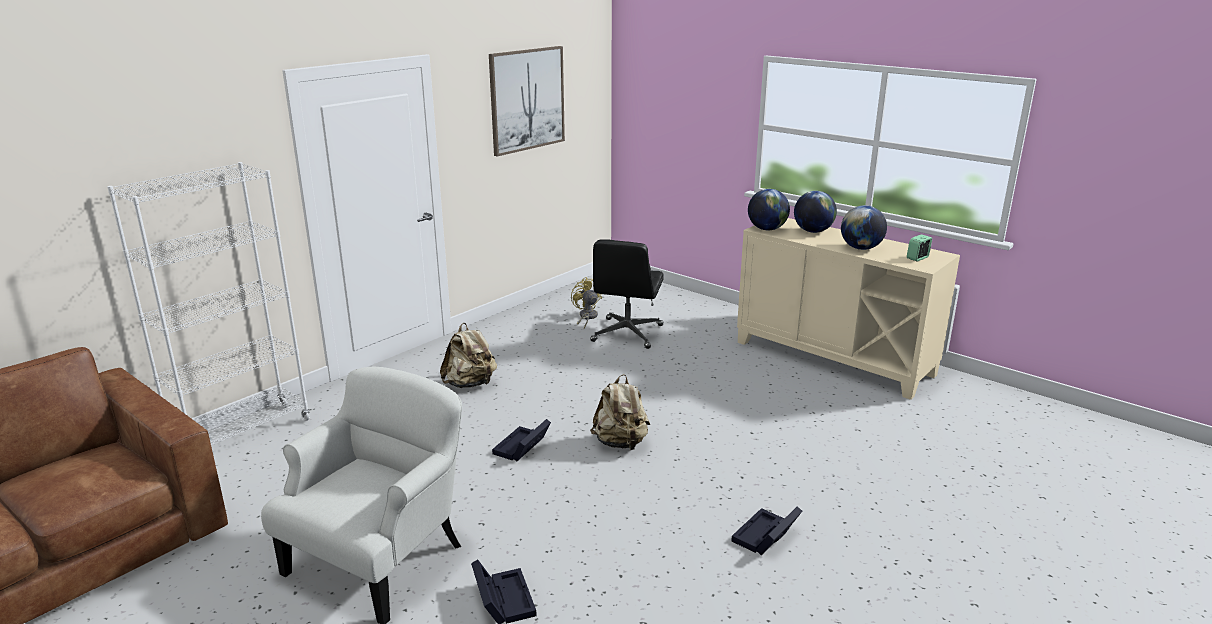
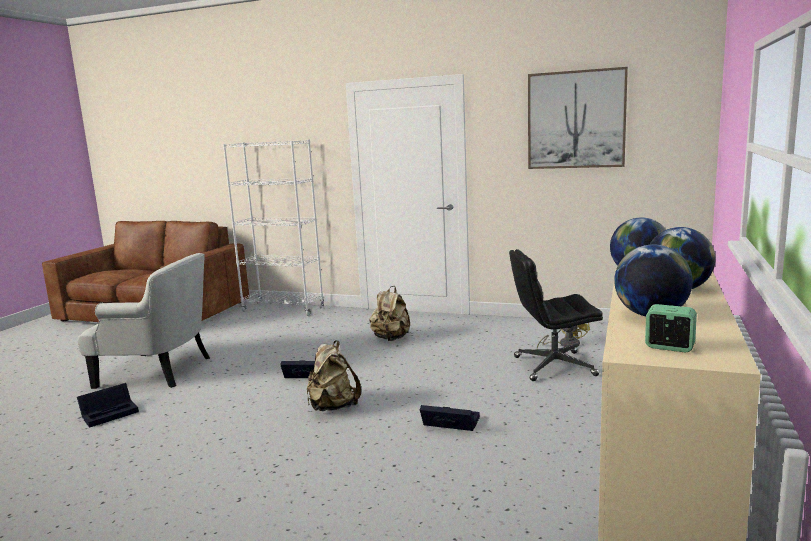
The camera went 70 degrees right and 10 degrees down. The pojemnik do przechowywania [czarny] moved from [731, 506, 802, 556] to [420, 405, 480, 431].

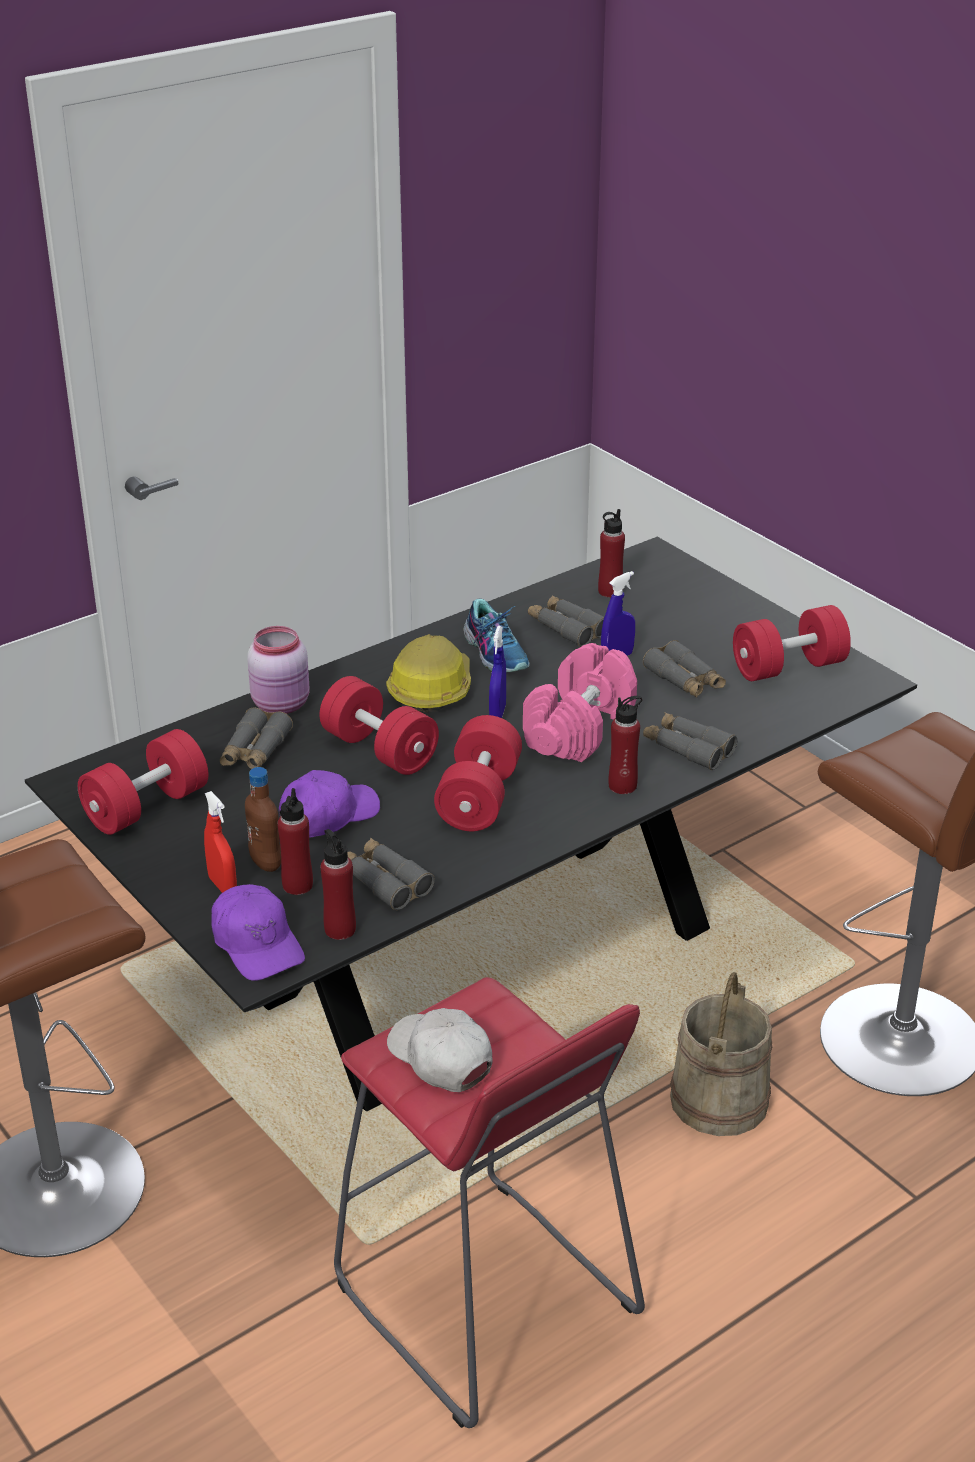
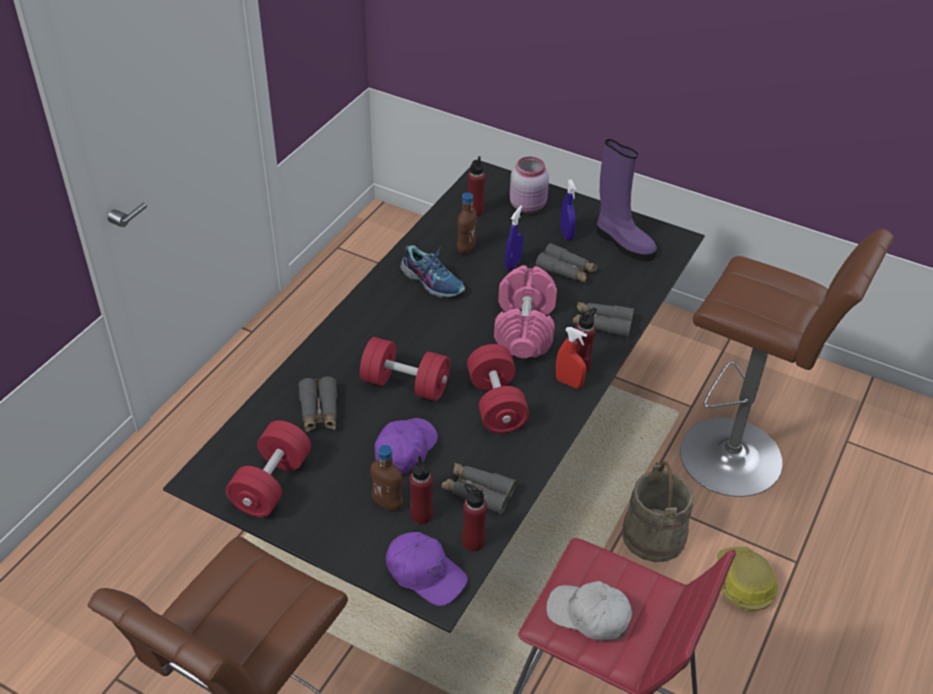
The camera went 25 degrees left and 10 degrees up. The lornetka [szary] at [528, 596, 604, 647] was replaced by the butelka [brązowy] at [457, 192, 477, 254]. The słoik [różowy] moved from [247, 626, 310, 714] to [510, 157, 549, 213]. The spryskiwacz [czerwony] moved from [204, 791, 237, 893] to [556, 327, 587, 389]. The spryskiwacz [niebieski] moved from [489, 626, 506, 718] to [560, 179, 577, 240]. The hantel [czerwony] at [733, 605, 851, 681] was replaced by the but z cholewką [fioletowy] at [597, 139, 657, 262]. The kask moved from [386, 634, 471, 713] to [717, 546, 778, 611].

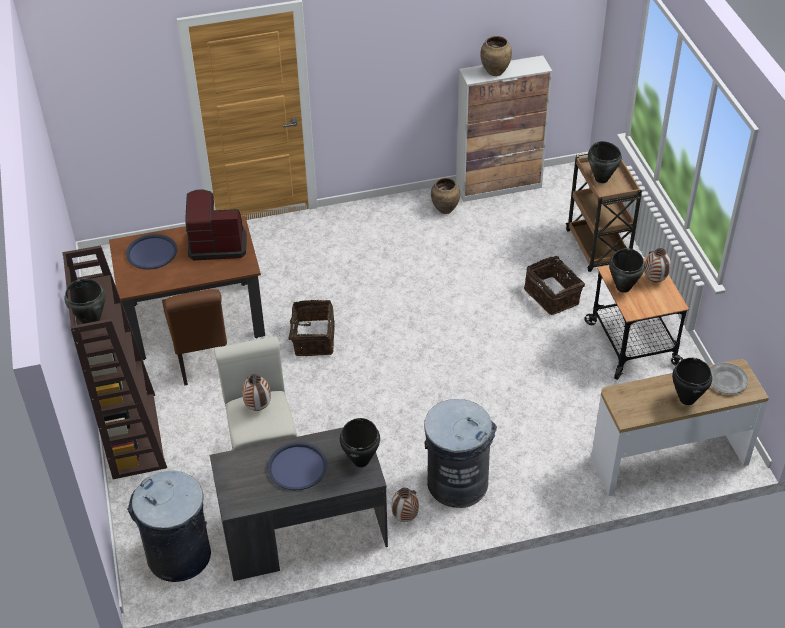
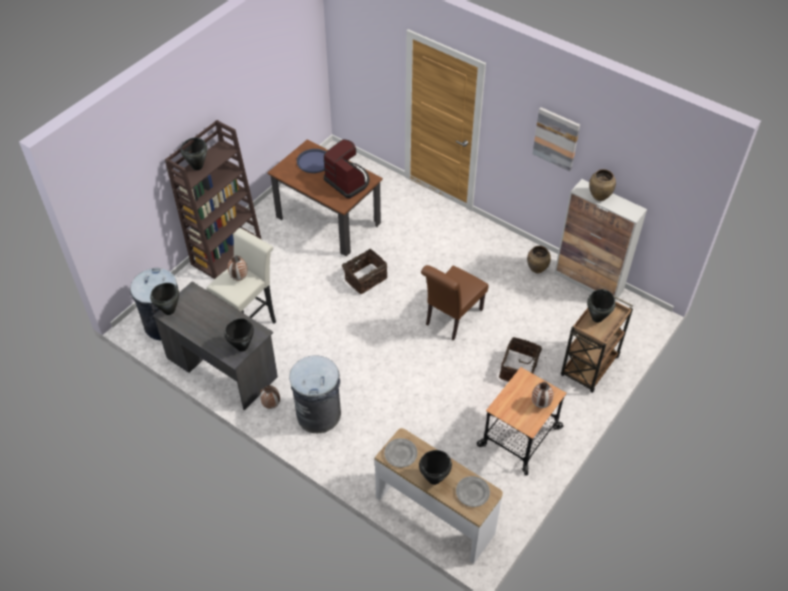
The camera went 50 degrees right and 5 degrees up. The garnek [czarny] moved from [609, 248, 645, 293] to [150, 283, 179, 315]. The talerz [szary] at [384, 438, 417, 467] appeared. The krzesło [brązowy] moved from [162, 289, 227, 386] to [421, 265, 489, 341]. The obraz at [532, 107, 580, 172] appeared. The taca [niebieski] at [267, 442, 327, 490] disappeared.

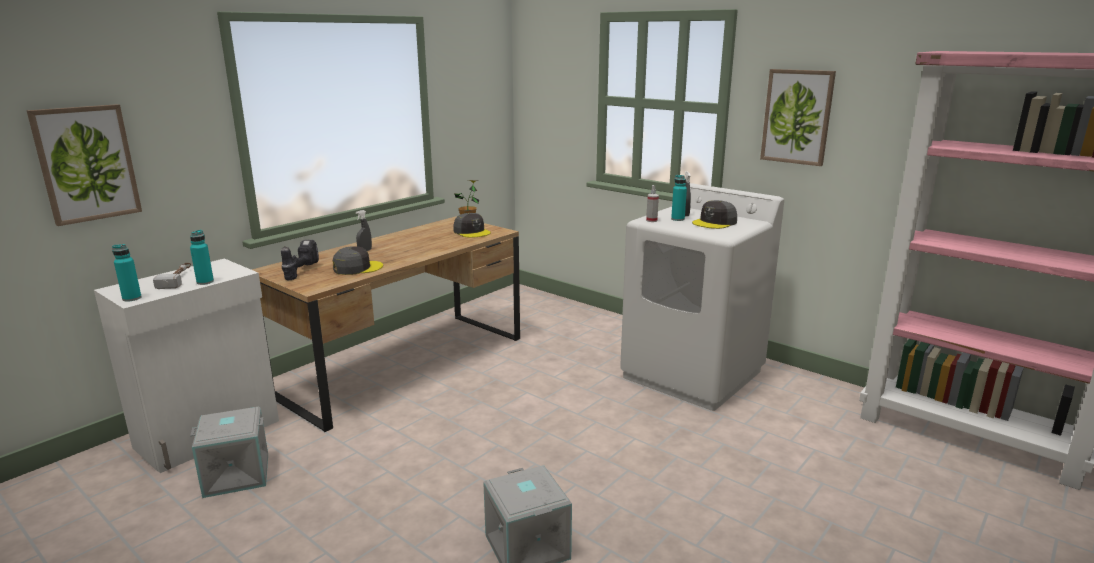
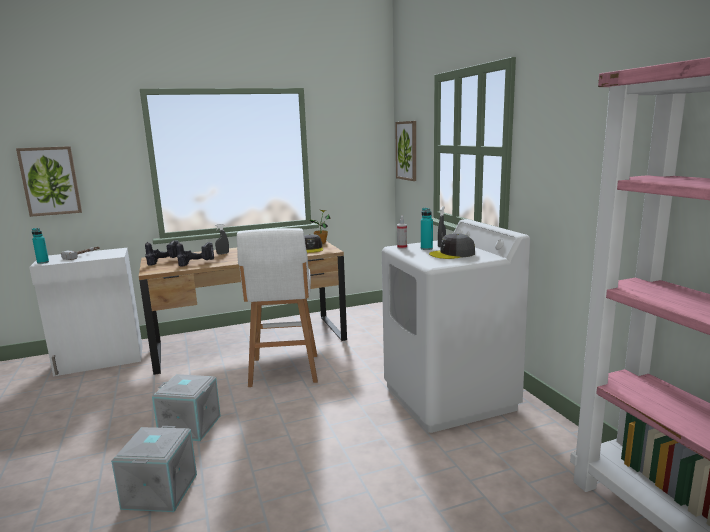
The camera went 30 degrees right and 5 degrees down. The pojemnik do przechowywania [szary] moved from [190, 407, 268, 498] to [152, 374, 221, 441]. The czapka z daszkiem [szary] at [333, 246, 383, 275] was replaced by the wiertarka at [176, 242, 214, 267]. The stołek [biały] at [237, 228, 318, 387] appeared. The obraz moved from [760, 69, 836, 166] to [395, 121, 416, 181]. The butelka [turkusowy] at [190, 230, 214, 285] disappeared.

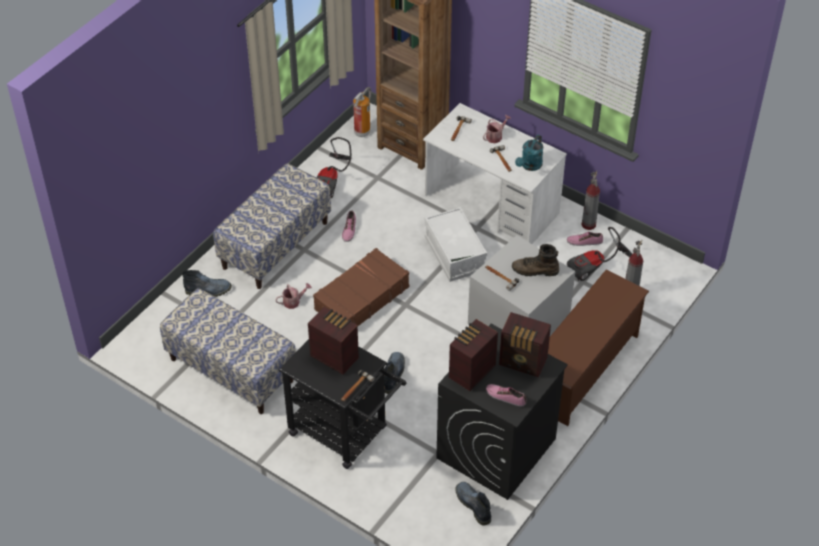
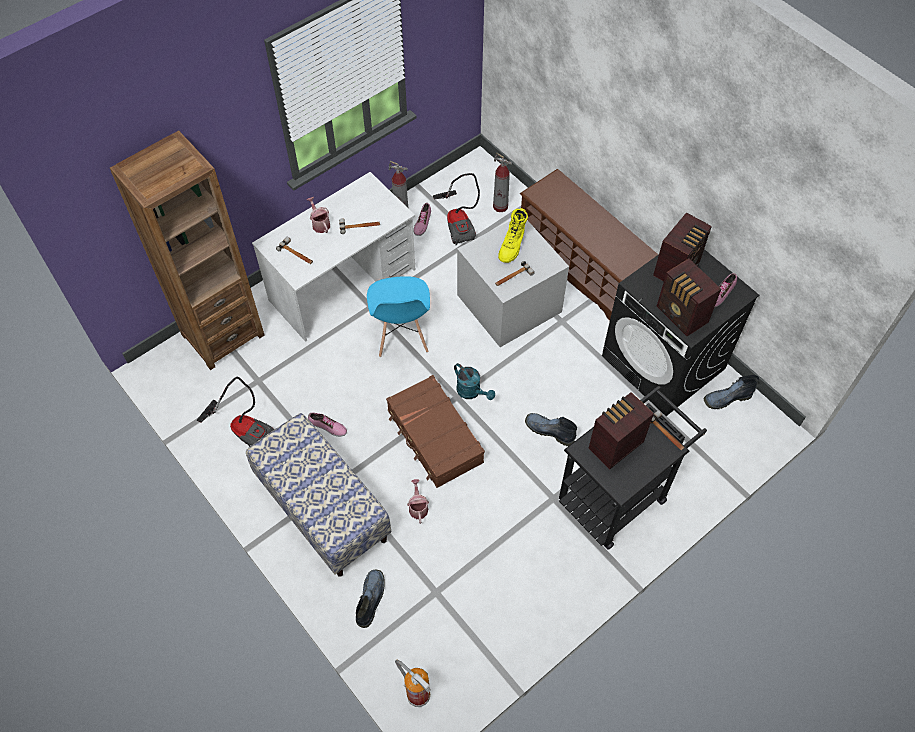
The camera went 75 degrees left and 10 degrees up. The pojemnik do przechowywania [biały] at [425, 207, 487, 282] was replaced by the krzesło [niebieski] at [367, 276, 430, 357]. The gaśnica moved from [353, 87, 371, 137] to [395, 660, 431, 707]. The konewka [turkusowy] moved from [515, 135, 543, 171] to [454, 363, 495, 400]. The but z cholewką [brązowy] at [512, 244, 559, 276] became the but z cholewką [żółty] at [498, 208, 528, 263]. The ławka at [160, 288, 296, 414] disappeared.

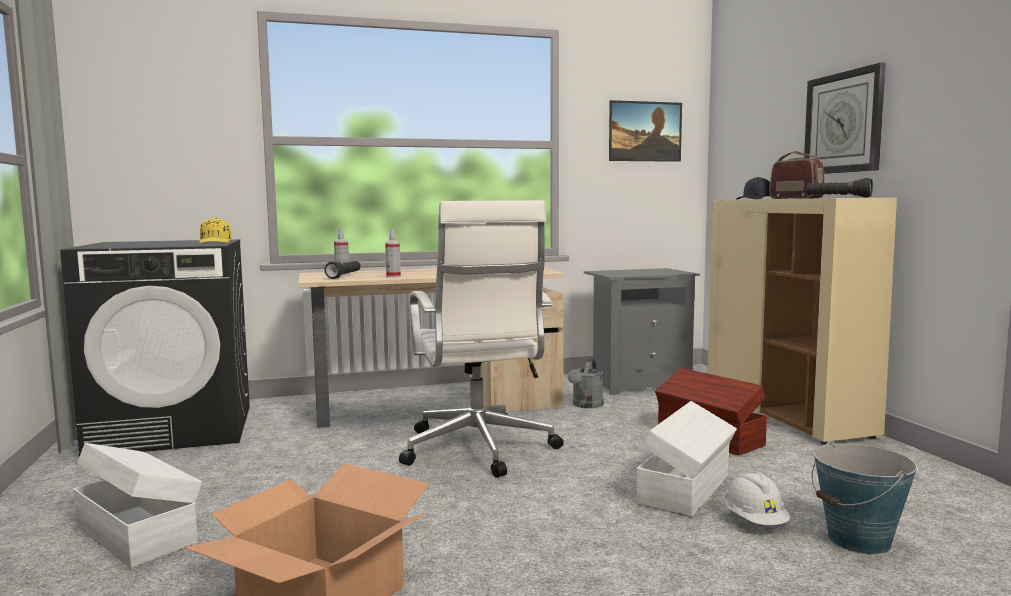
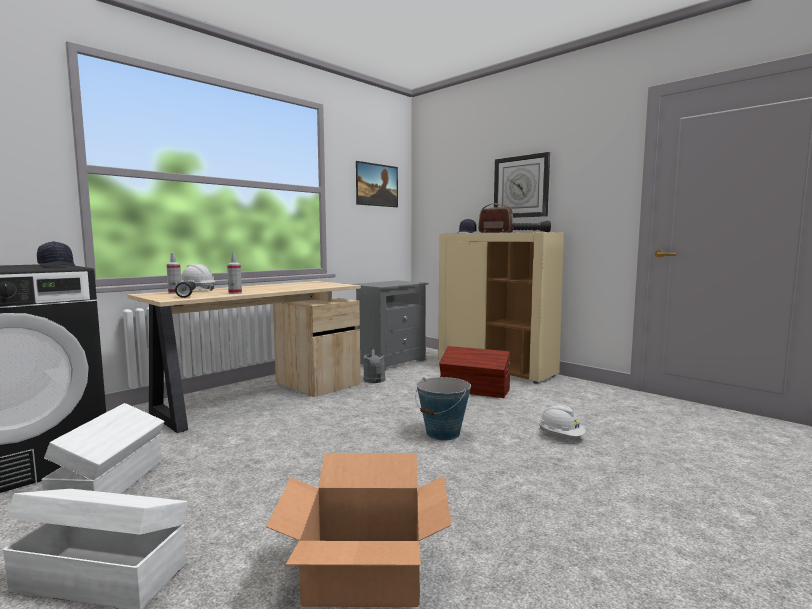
The camera went 30 degrees left and 0 degrees up. The czapka z daszkiem [żółty] at [199, 218, 231, 243] became the czapka z daszkiem [czarny] at [37, 241, 75, 267]. The pojemnik do przechowywania [biały] moved from [636, 401, 737, 517] to [41, 403, 165, 494]. The kask [biały] at [181, 264, 215, 291] appeared. The wiadro moved from [811, 440, 917, 555] to [415, 377, 471, 441]. The krzesło biurowe [biały] at [399, 200, 564, 478] disappeared.

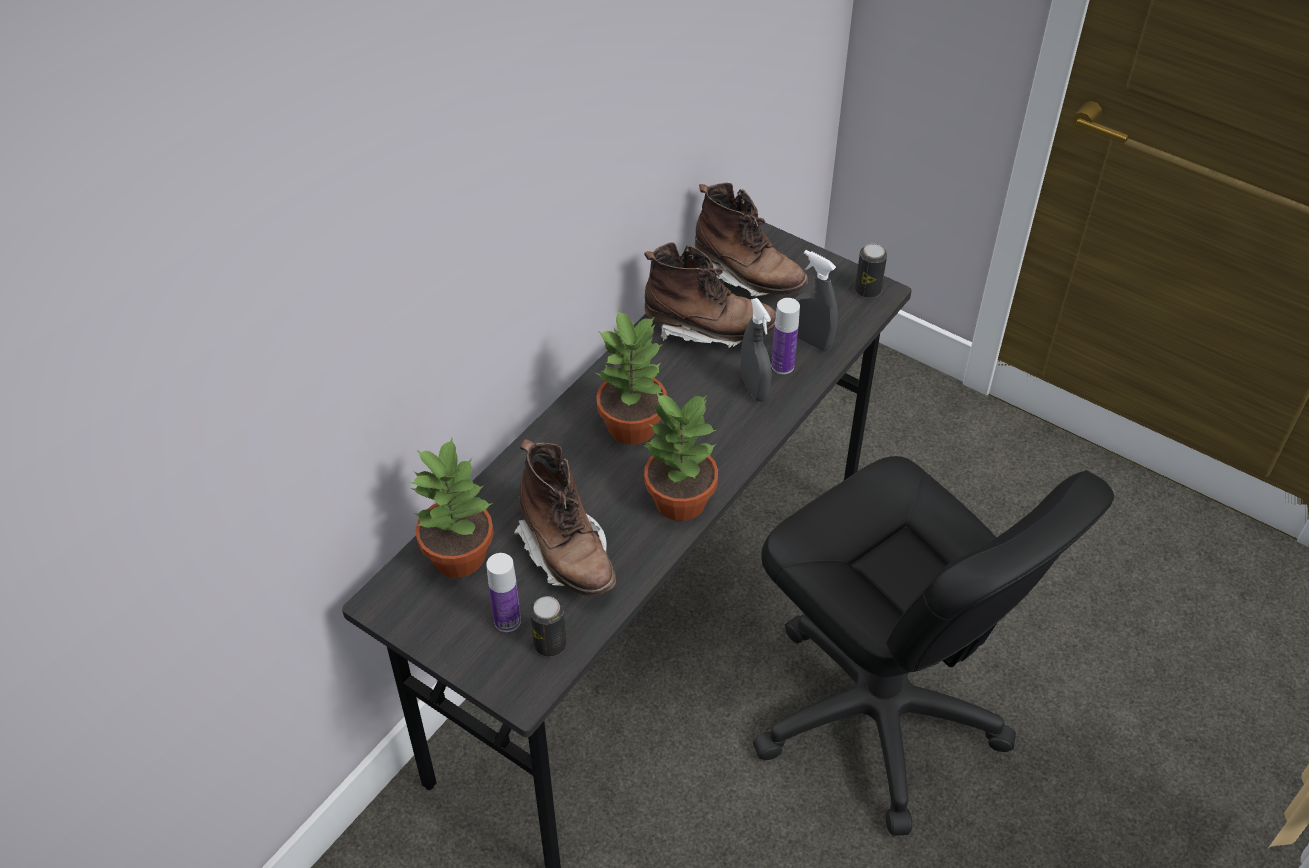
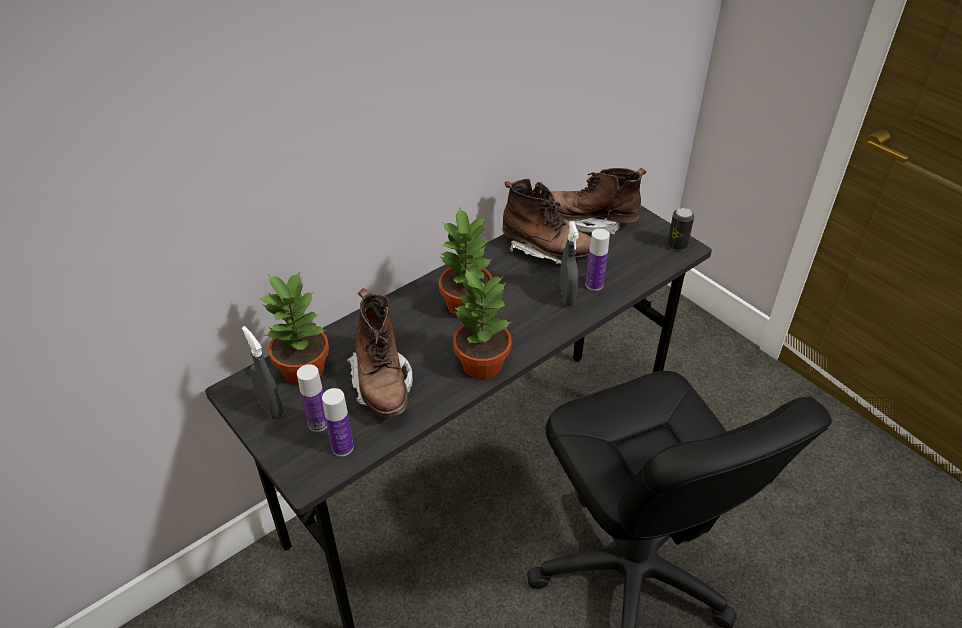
The camera went 15 degrees right and 5 degrees down. The spryskiwacz [szary] moved from [795, 250, 838, 351] to [242, 326, 283, 420]. The puszka at [530, 596, 567, 657] was replaced by the butelka at [322, 388, 354, 456]. The but z cholewką [brązowy] at [695, 183, 808, 296] turned 135 degrees clockwise.

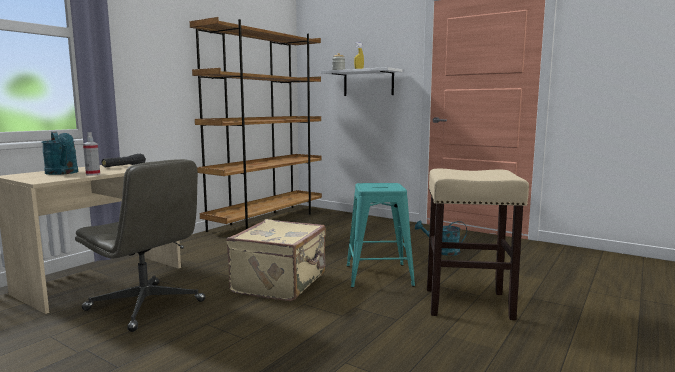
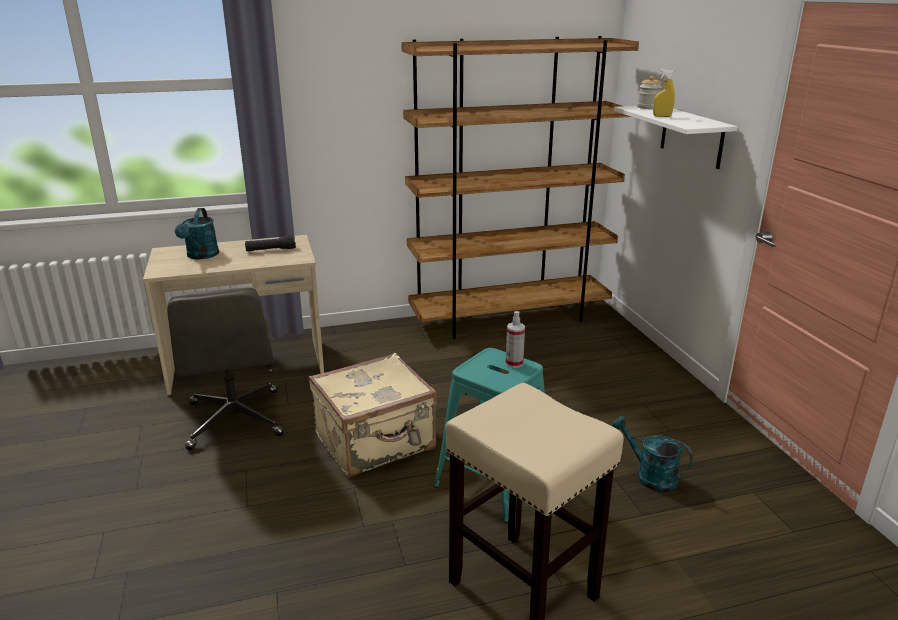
The camera went 40 degrees right and 15 degrees up. The spryskiwacz moved from [83, 132, 100, 175] to [506, 311, 525, 368].

